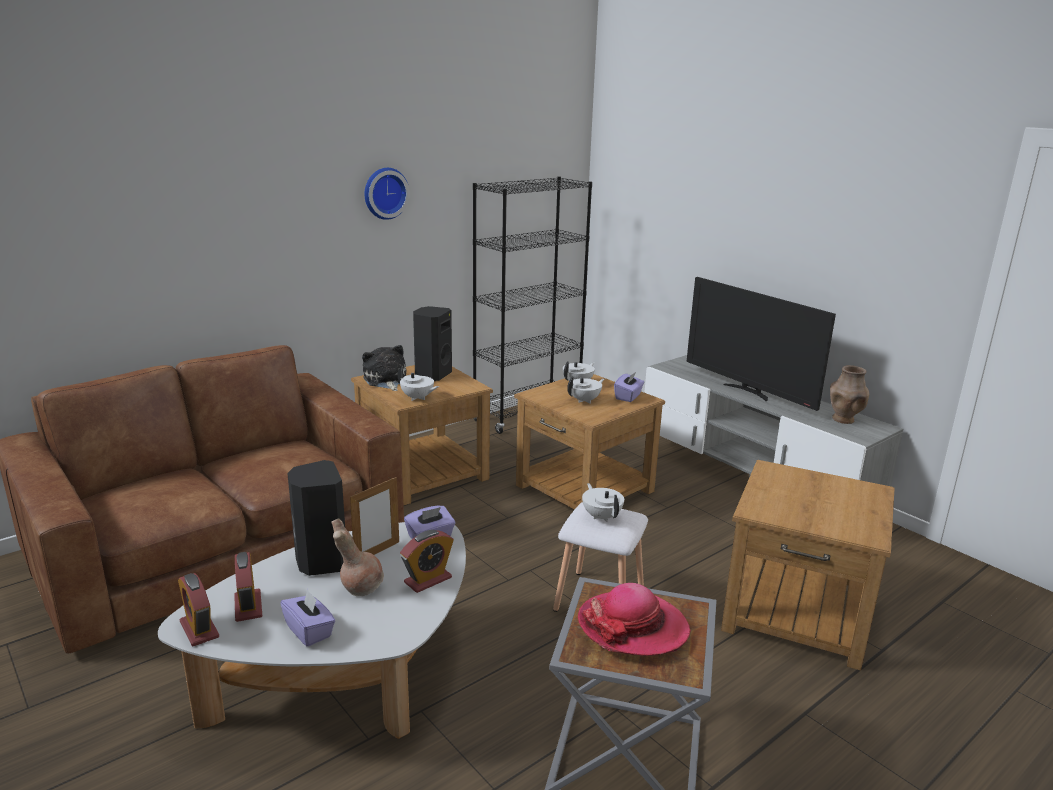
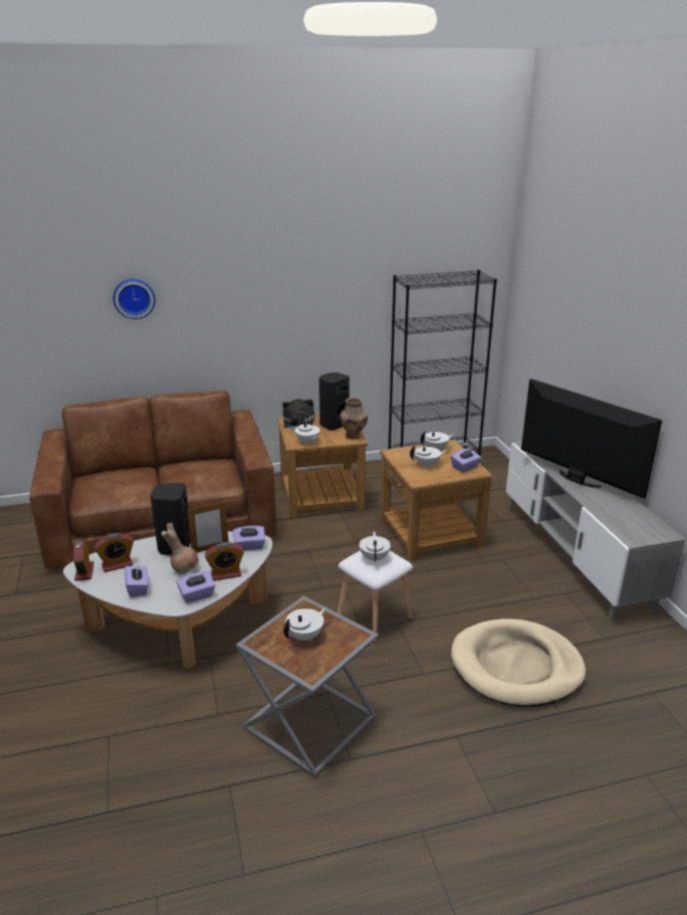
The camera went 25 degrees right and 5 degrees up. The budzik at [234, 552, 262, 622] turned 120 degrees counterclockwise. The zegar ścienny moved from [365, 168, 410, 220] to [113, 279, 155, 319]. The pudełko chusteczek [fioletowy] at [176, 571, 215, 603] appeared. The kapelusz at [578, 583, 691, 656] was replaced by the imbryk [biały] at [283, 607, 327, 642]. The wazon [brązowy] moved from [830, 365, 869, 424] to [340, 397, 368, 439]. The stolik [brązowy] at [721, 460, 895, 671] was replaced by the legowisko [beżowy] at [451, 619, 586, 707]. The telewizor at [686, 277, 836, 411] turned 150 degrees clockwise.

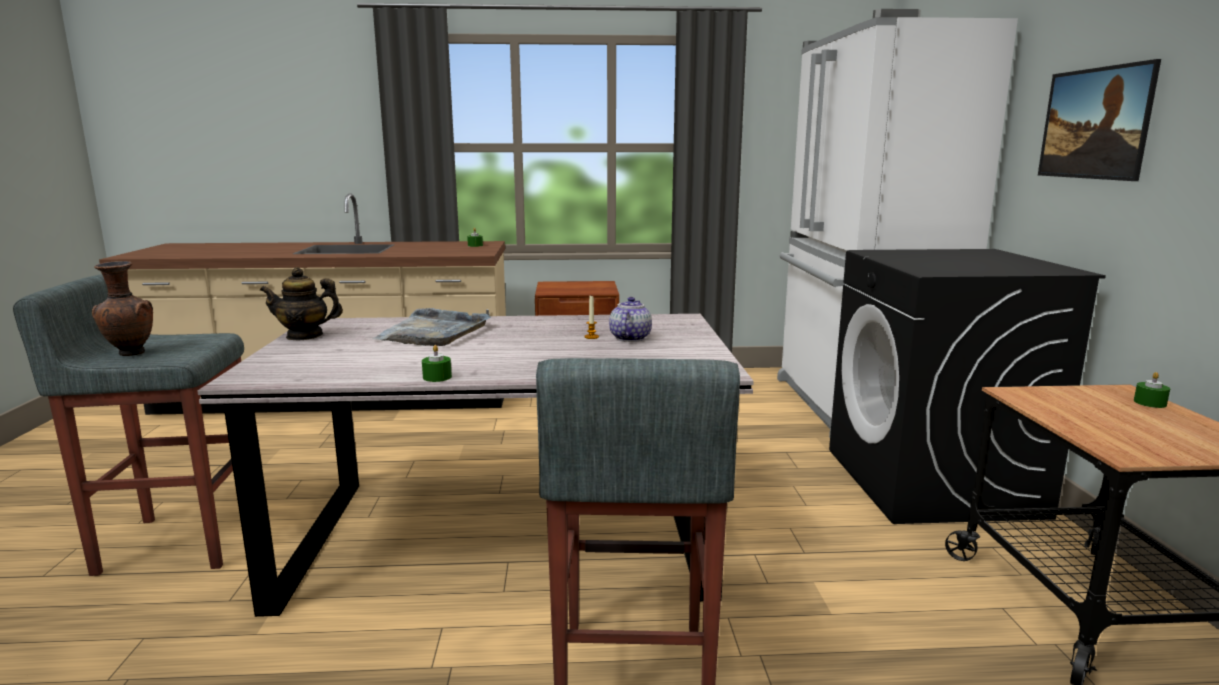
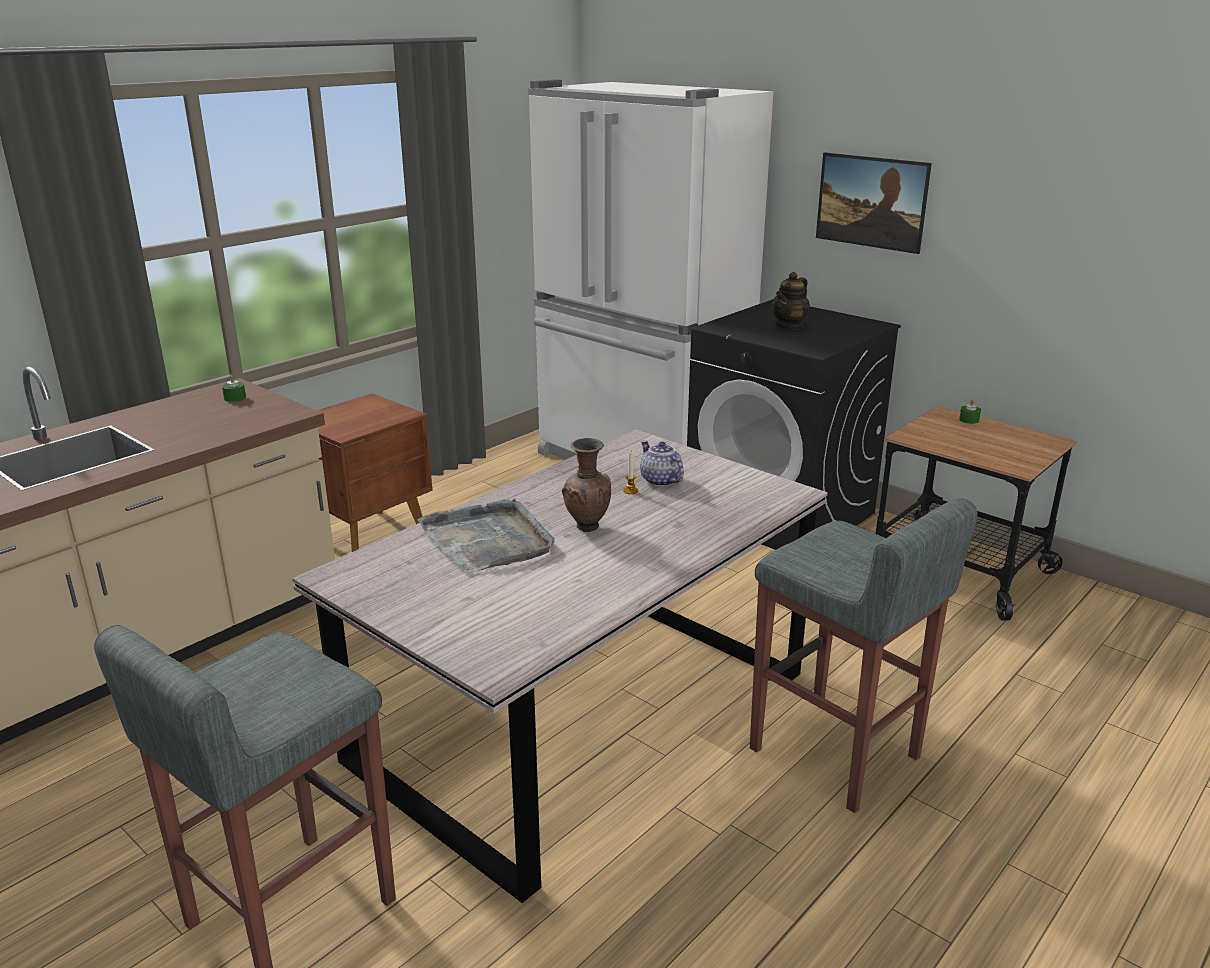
The camera went 45 degrees left and 10 degrees up. The wazon [brązowy] moved from [92, 261, 153, 356] to [562, 438, 611, 532]. The imbryk moved from [260, 267, 343, 341] to [771, 272, 810, 330]. The świeca [zielony] at [422, 345, 452, 382] disappeared.

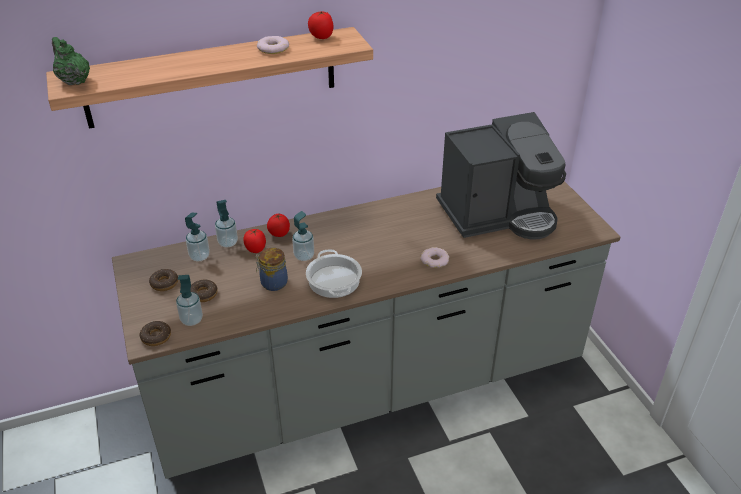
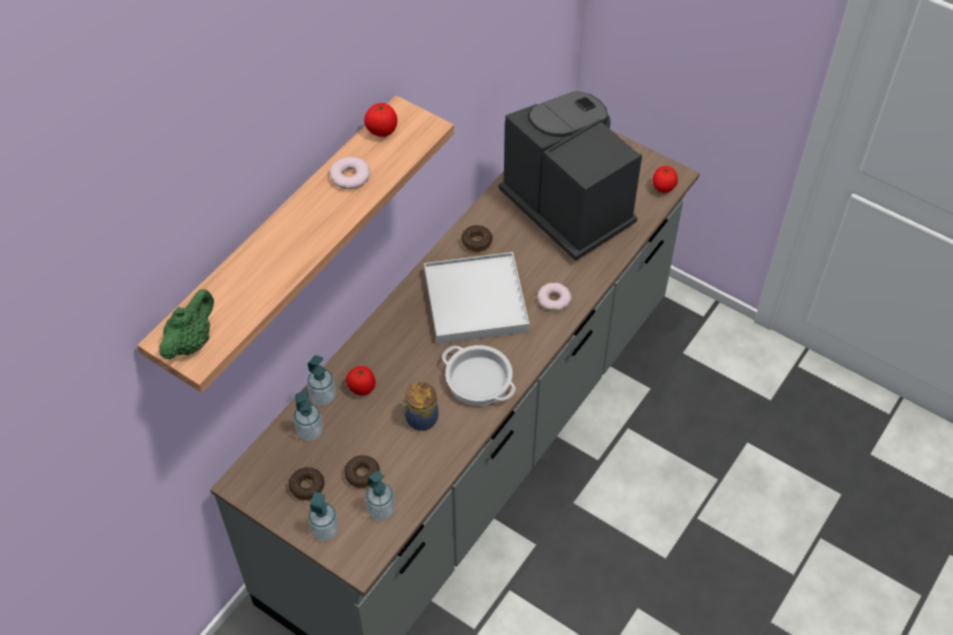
The camera went 35 degrees left and 15 degrees up. The imbryk [zielony] at [52, 37, 90, 85] turned 105 degrees clockwise. The dozownik mydła moved from [292, 211, 314, 261] to [308, 492, 339, 541]. The taca [biały] at [424, 252, 529, 344] appeared. The donut moved from [140, 321, 171, 346] to [461, 225, 493, 252]. The ekspres do kawy at [436, 112, 566, 240] turned 75 degrees counterclockwise. The pomidor moved from [267, 214, 290, 237] to [653, 166, 678, 193].

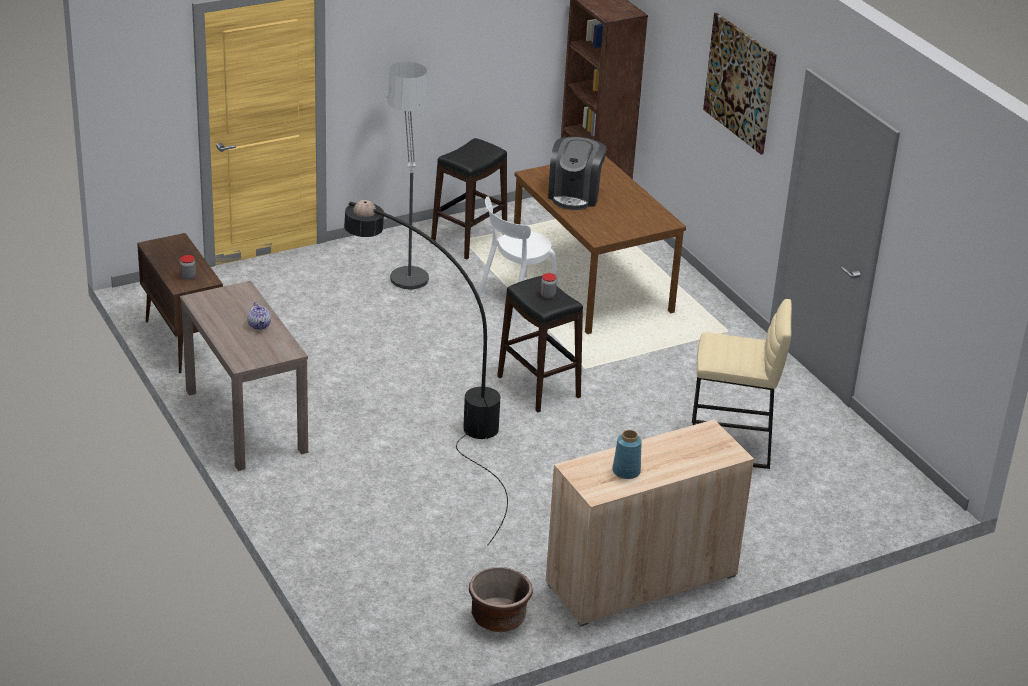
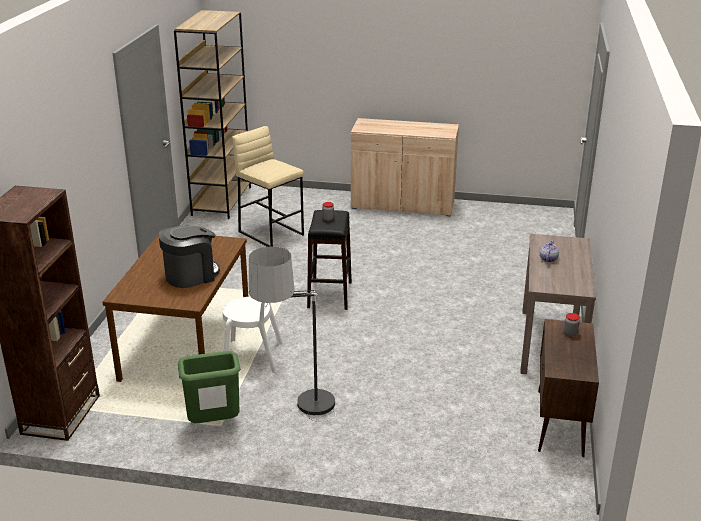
The camera went 140 degrees left and 5 degrees down. The regał [brązowy] at [174, 10, 251, 219] appeared. The stołek [czarny] at [431, 138, 507, 260] was replaced by the kosz na śmieci [zielony] at [178, 351, 241, 423]. The lampa stojąca [czarny] at [344, 200, 508, 545] disappeared. The donica [brązowy] at [469, 567, 533, 632] disappeared. The wazon [niebieski] at [612, 430, 642, 479] disappeared. The obraz at [703, 13, 777, 154] disappeared.

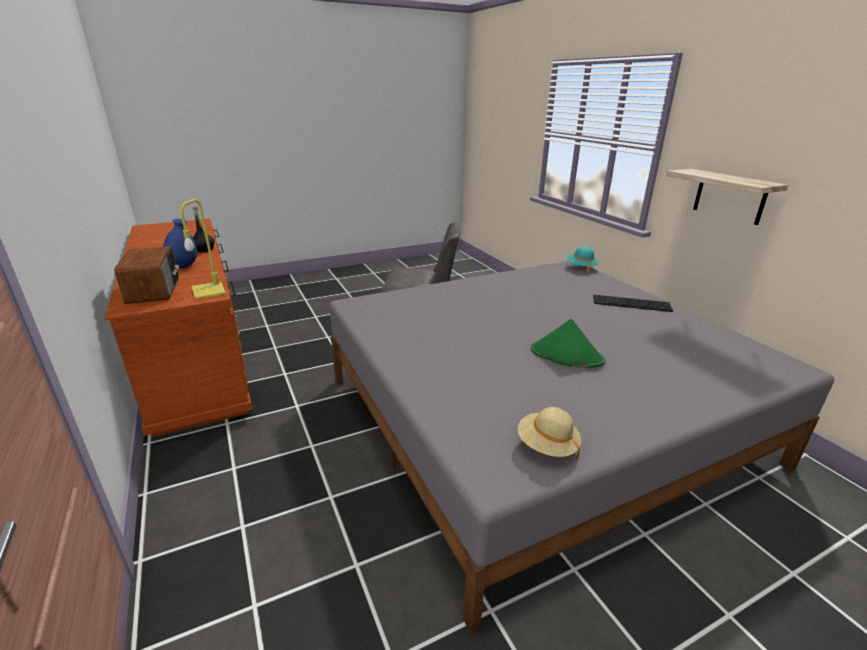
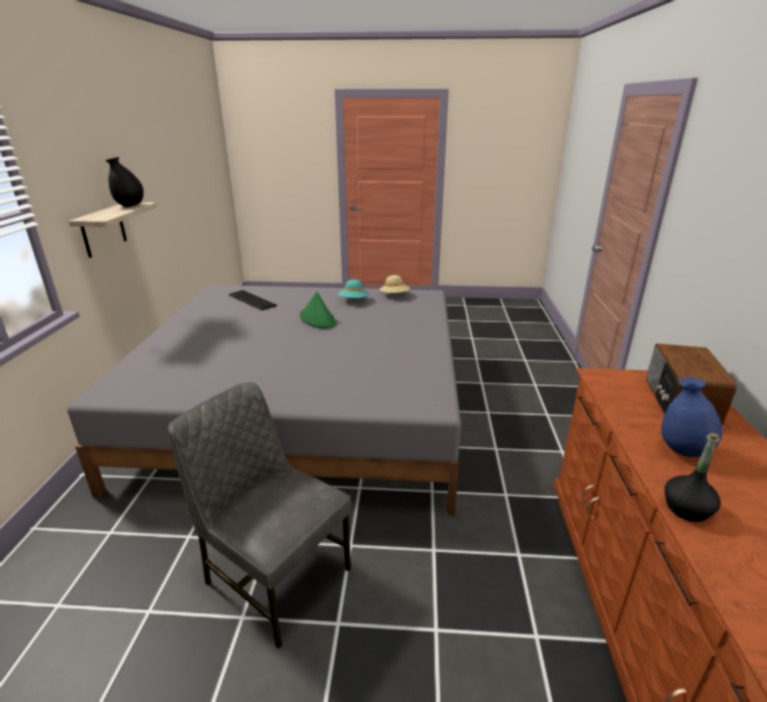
The camera went 150 degrees left and 0 degrees up. The wazon [czarny] at [106, 157, 144, 207] appeared. The klawiatura moved from [593, 295, 673, 312] to [229, 290, 277, 310]. The kapelusz [turkusowy] moved from [566, 246, 599, 273] to [338, 279, 369, 298]. The lampa stołowa [żółty] at [180, 199, 226, 300] disappeared.

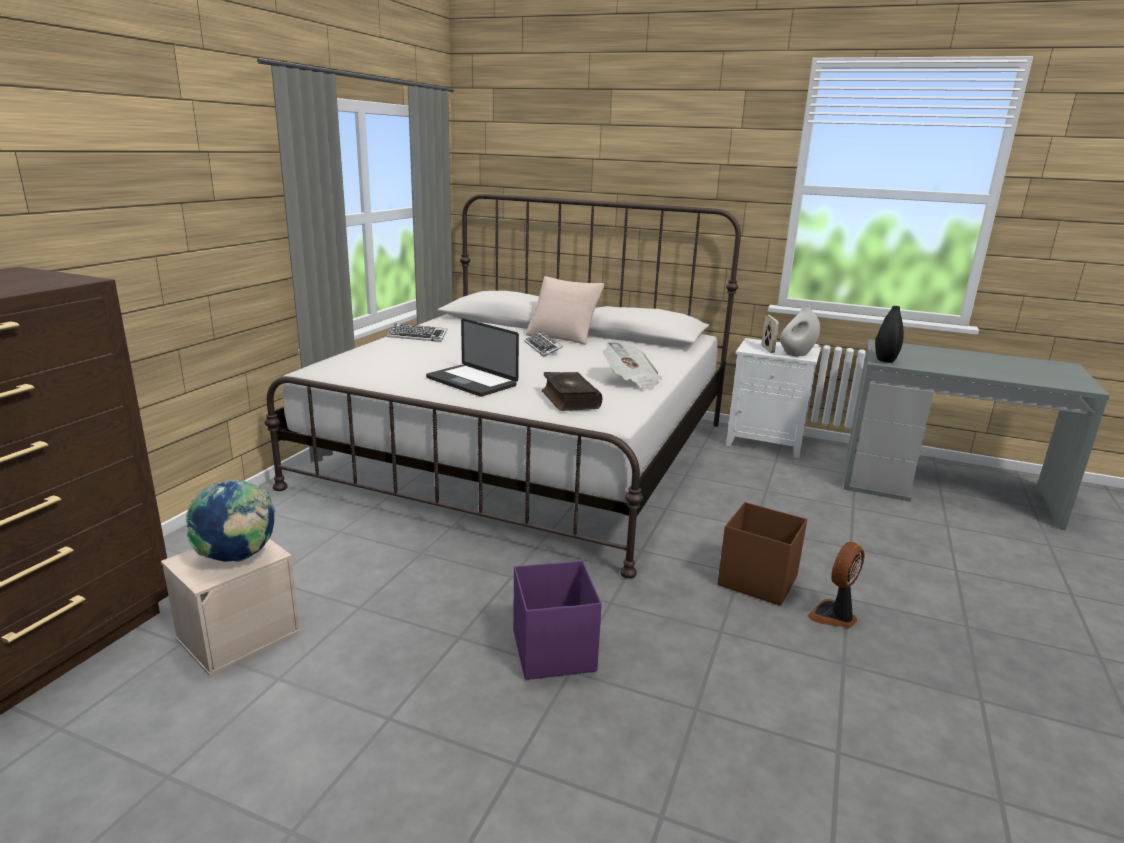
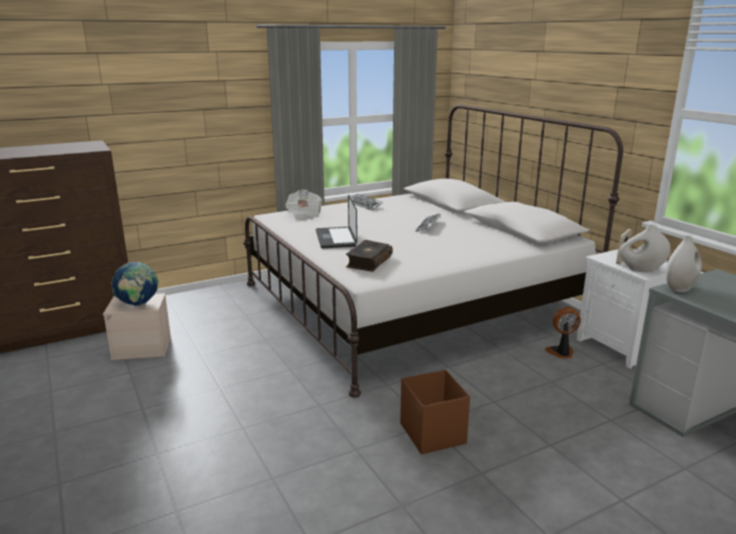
The camera went 40 degrees right and 0 degrees up. The gazeta moved from [603, 341, 662, 391] to [285, 190, 322, 221]. The wentylator moved from [807, 542, 865, 628] to [545, 307, 581, 359]. The wazon [czarny] at [875, 306, 904, 363] became the wazon [biały] at [665, 236, 702, 292]. The pojemnik do przechowywania [fioletowy] at [513, 560, 602, 680] disappeared. The poduszka [beżowy] at [526, 276, 605, 345] disappeared.

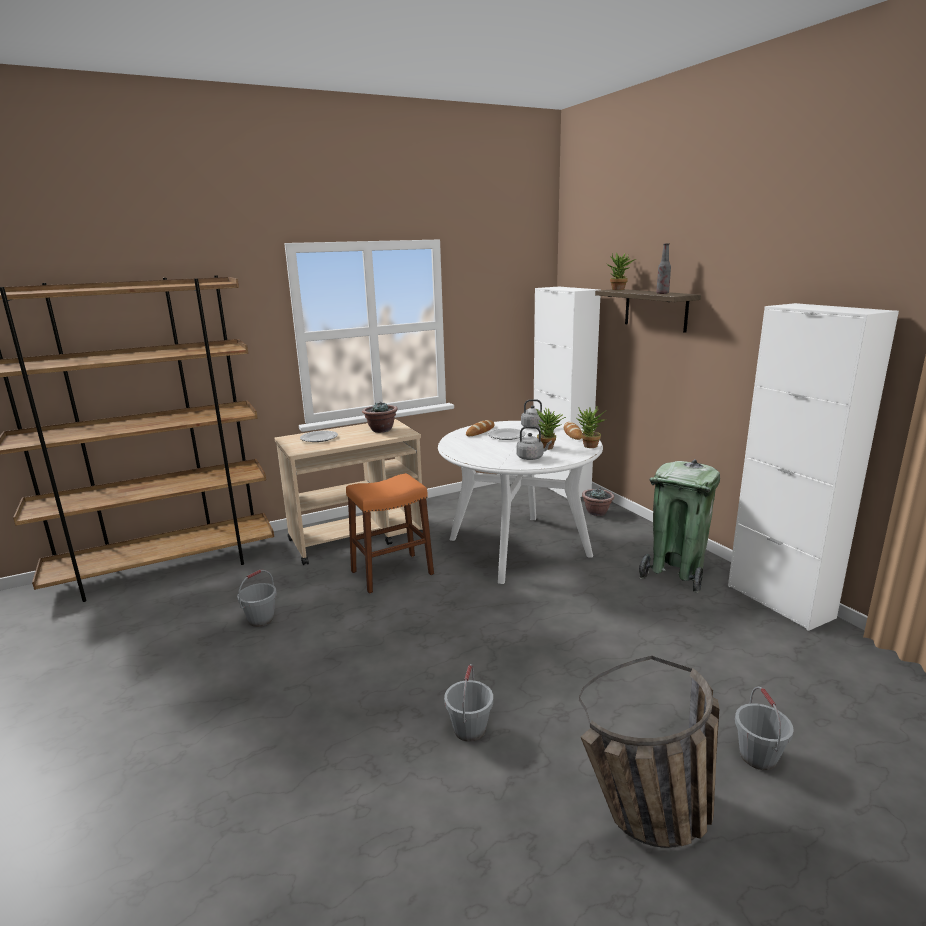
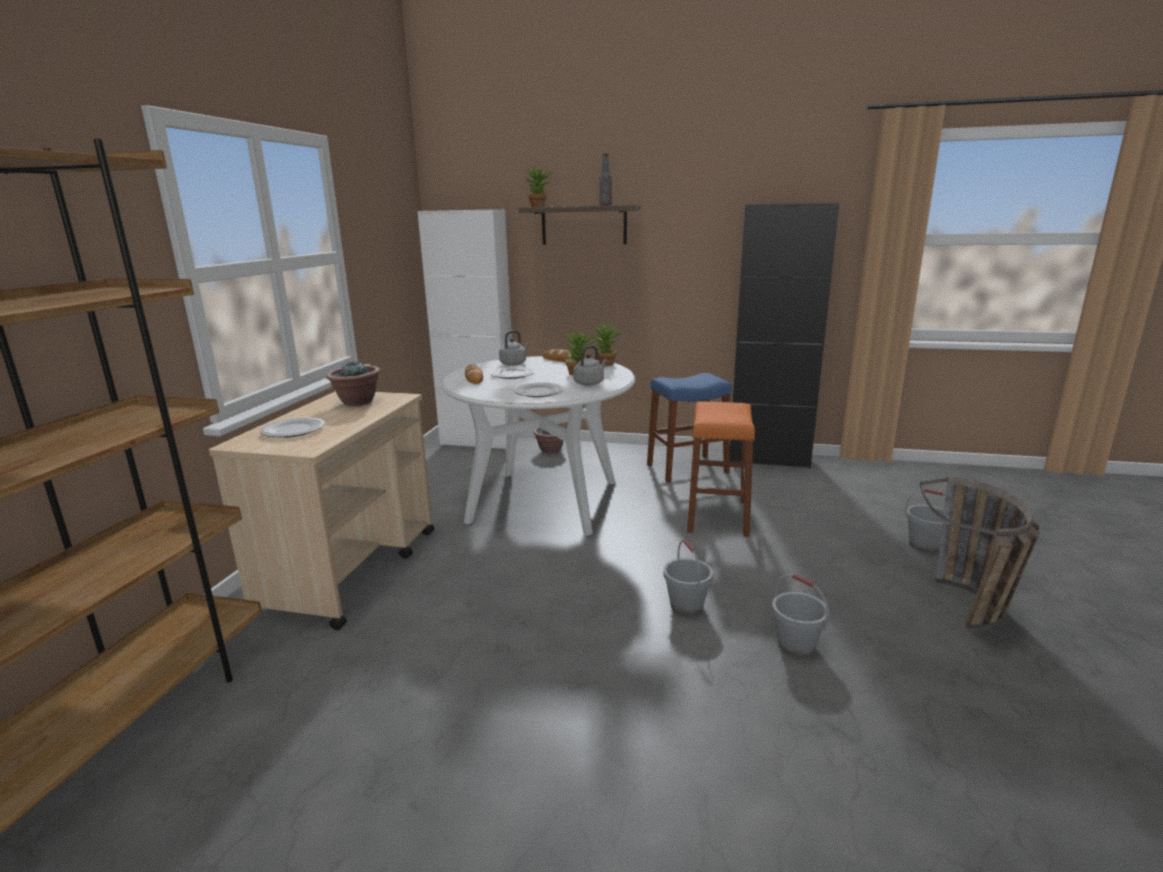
The camera went 50 degrees left and 0 degrees up. The talerz at [514, 383, 564, 397] appeared. The kosz na śmieci [zielony] at [639, 459, 720, 593] was replaced by the stołek [niebieski] at [647, 373, 732, 483]. The wiadro [szary] moved from [238, 570, 277, 627] to [664, 540, 713, 616]. The stołek [pomarańczowy] moved from [346, 473, 434, 593] to [687, 402, 755, 537]. The szafka [biały] at [728, 303, 899, 631] became the szafka [czarny] at [730, 203, 839, 469].

